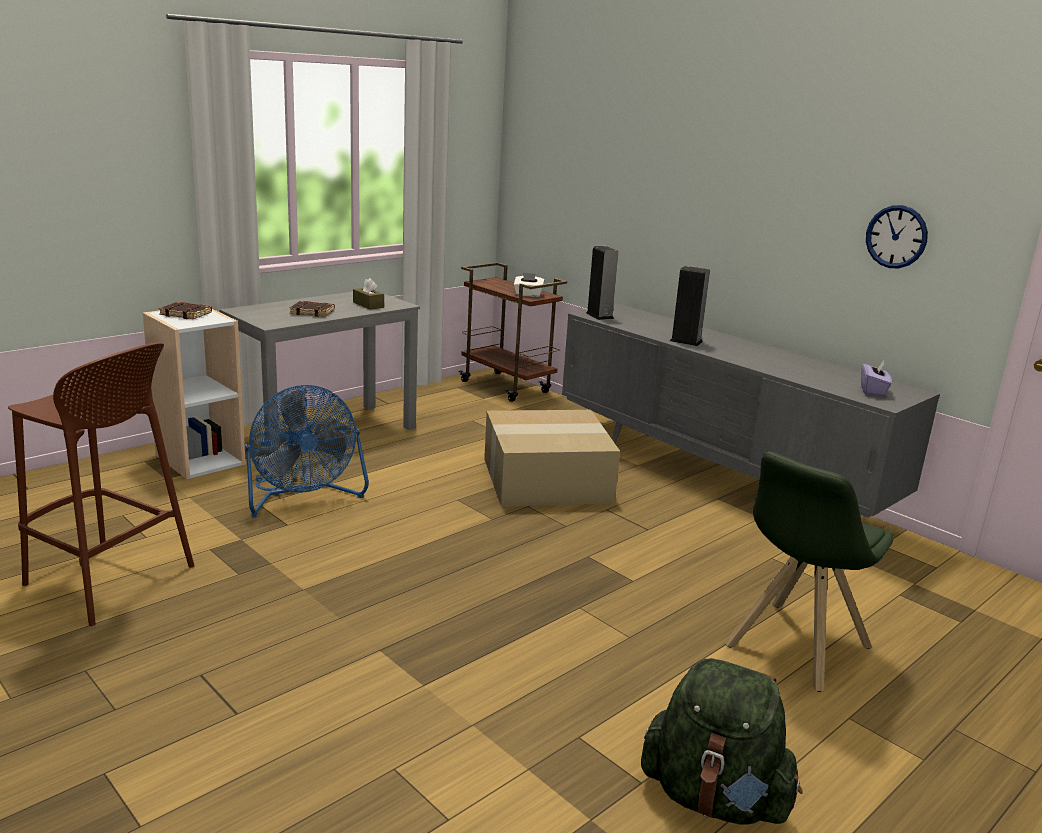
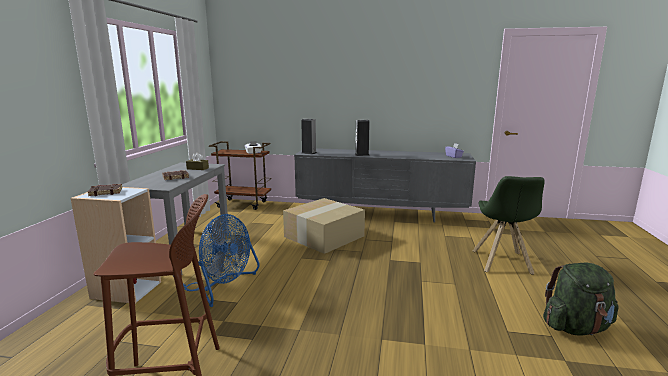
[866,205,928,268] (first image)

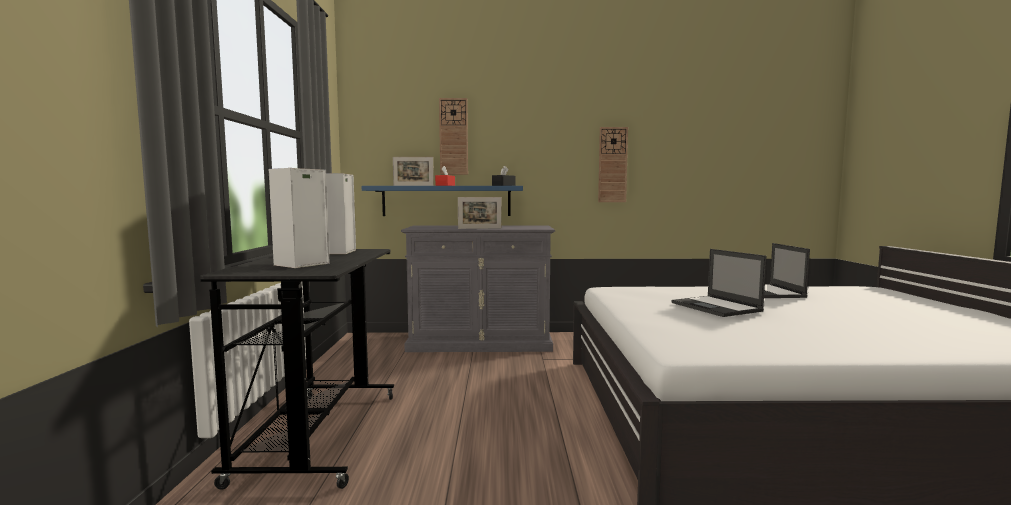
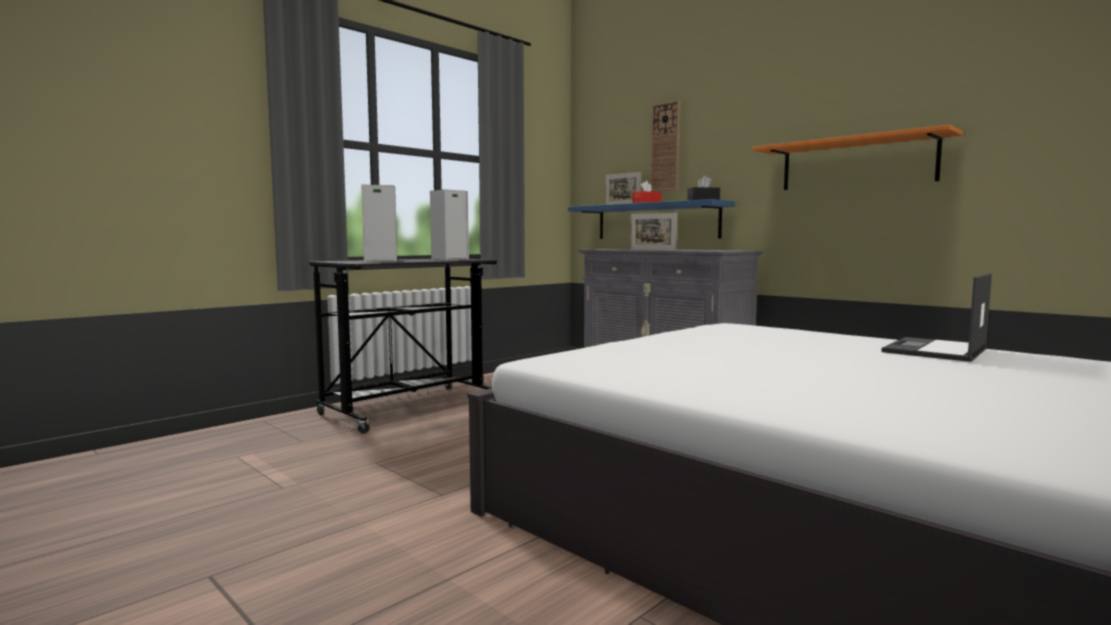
[671,249,766,317] (first image)
[752,125,963,190]

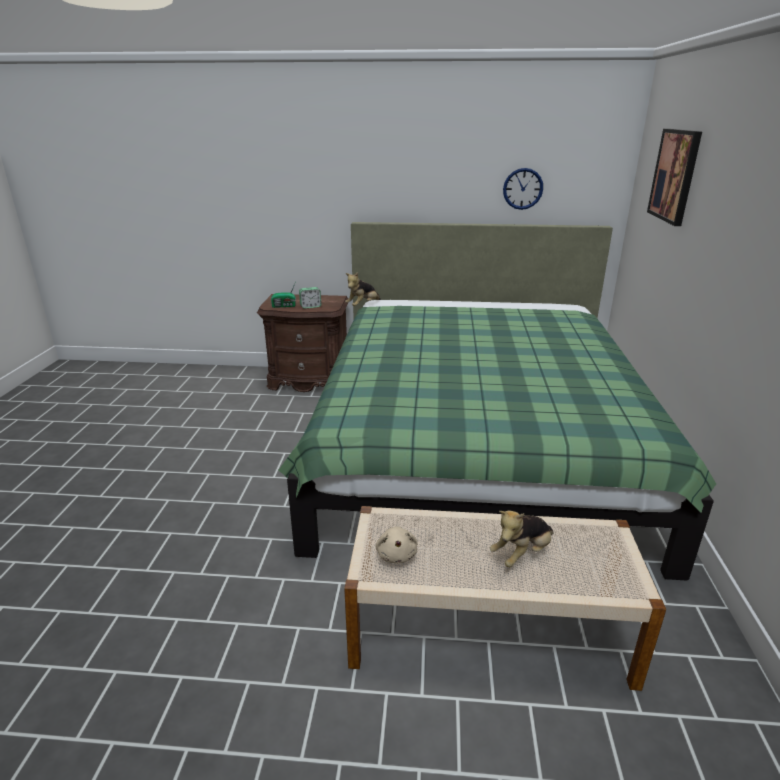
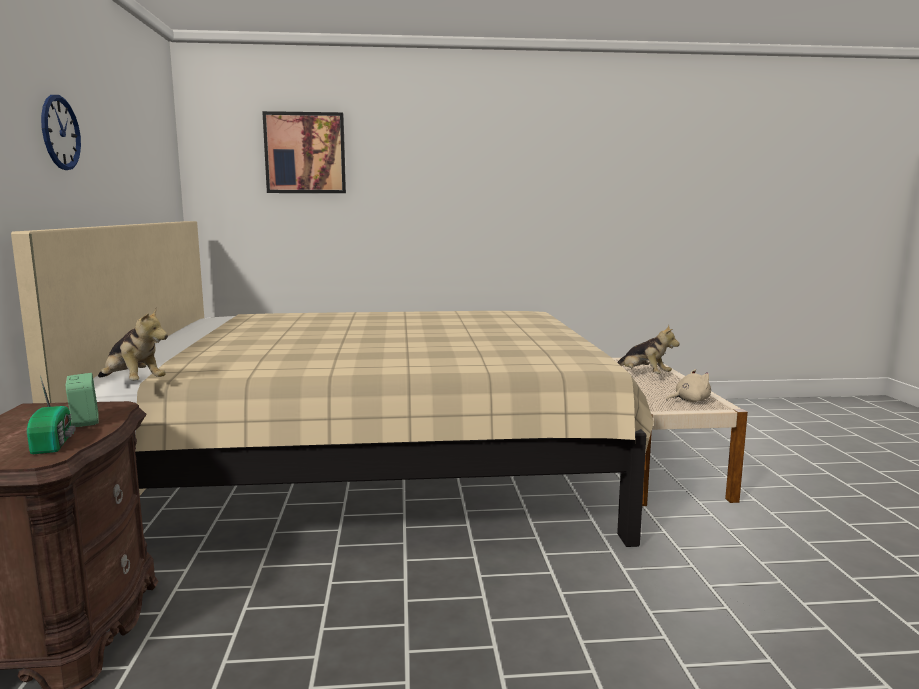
[41,95,81,170]
[11,221,654,547]

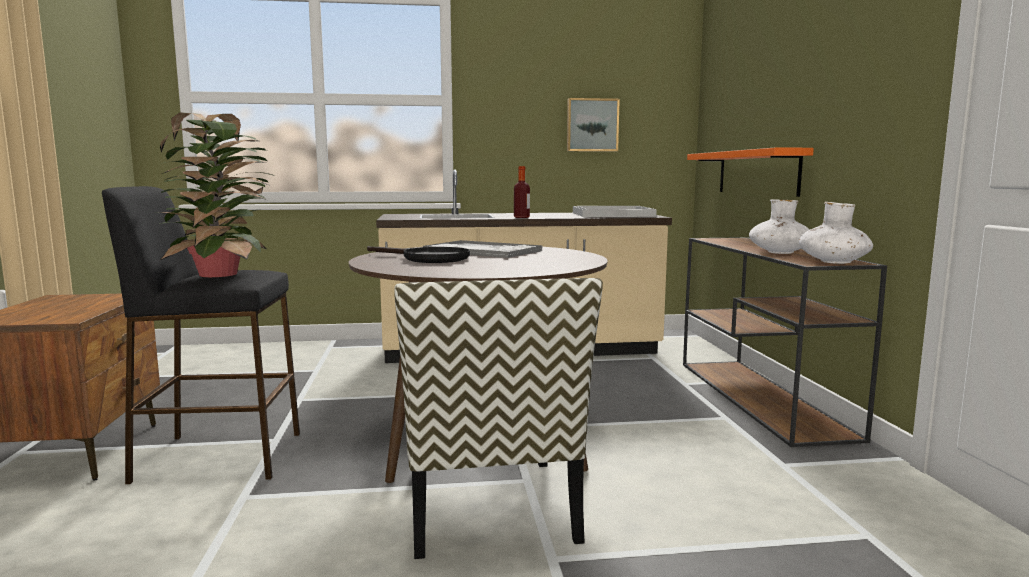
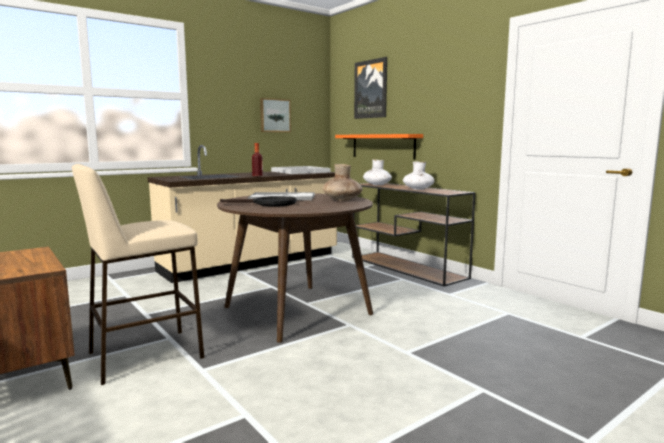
[157,113,272,277] (first image)
[394,278,603,559] (first image)
[323,164,363,201]
[354,57,387,119]
[363,159,392,185]
[72,164,204,385]

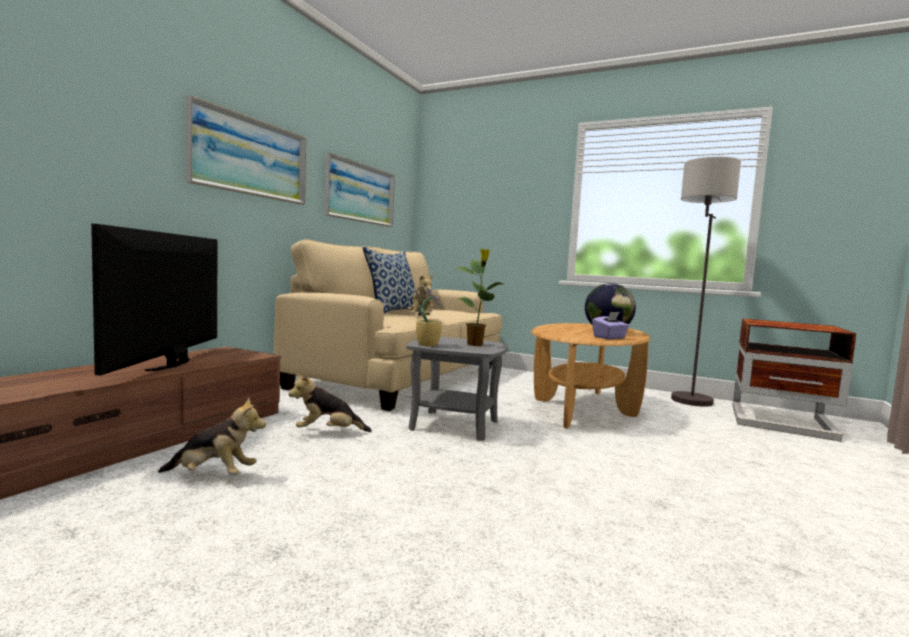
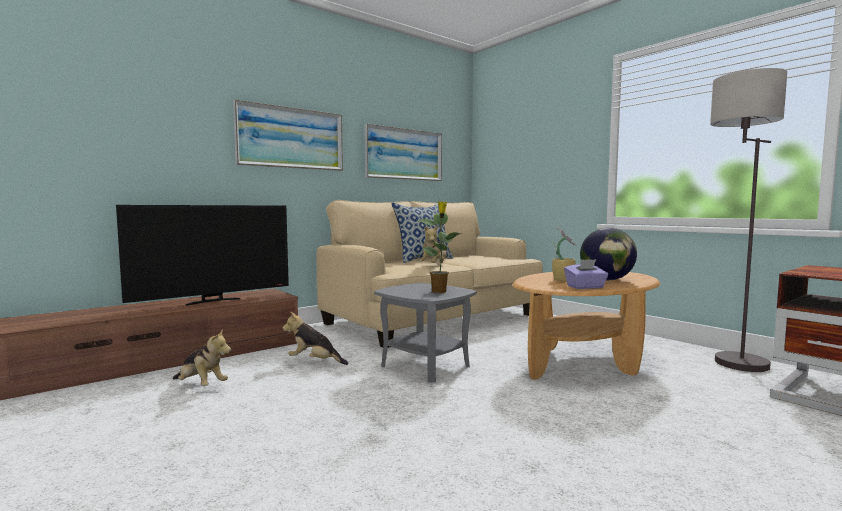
[552,227,577,281]
[116,205,289,306]

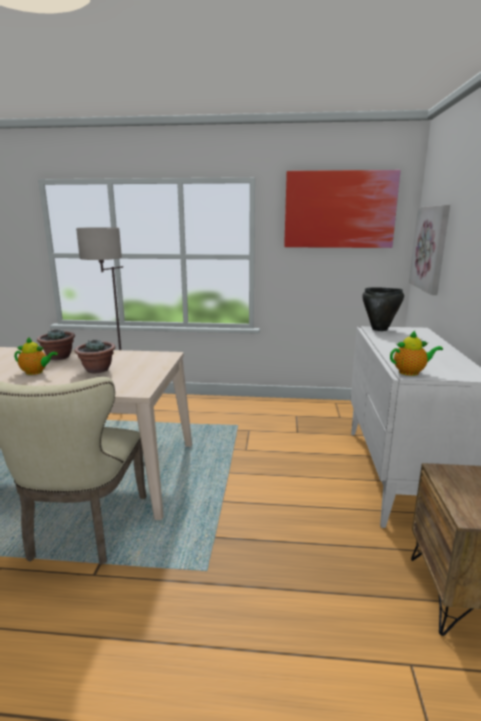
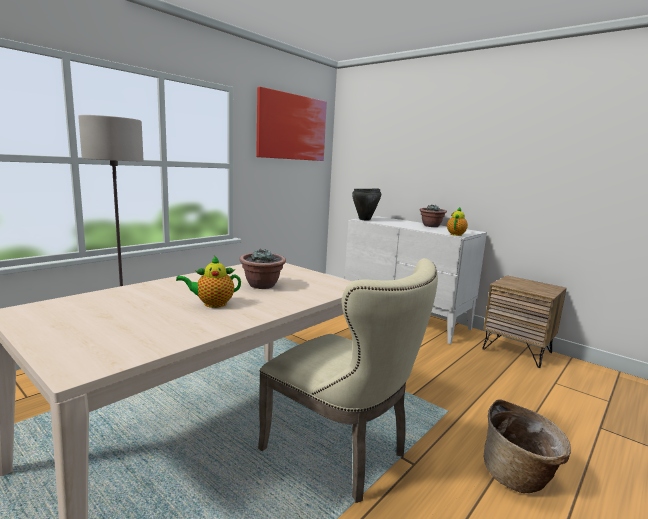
[409,205,450,295] (first image)
[484,399,571,493]
[420,204,447,227]
[176,256,241,308]

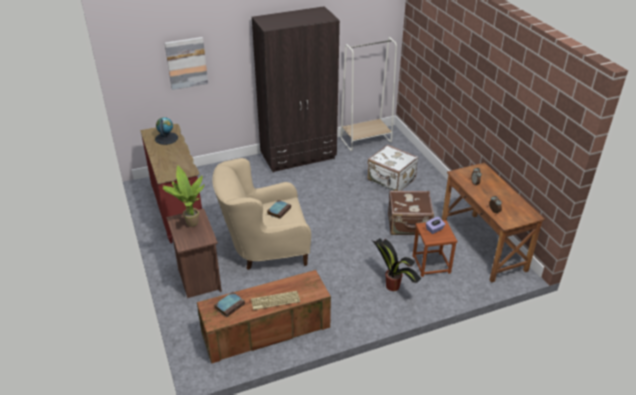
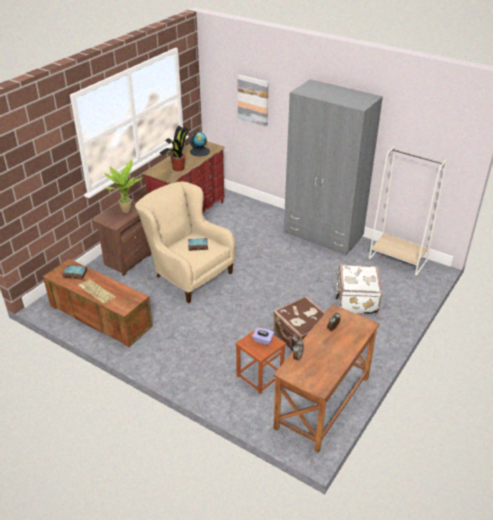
[160,125,192,171]
[284,79,383,256]

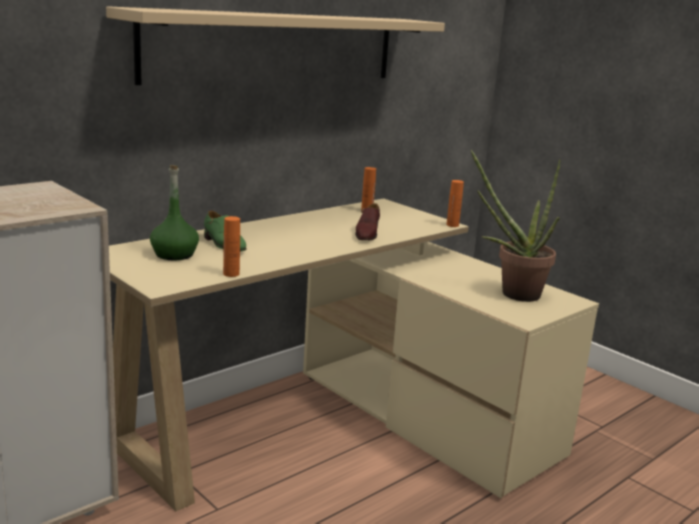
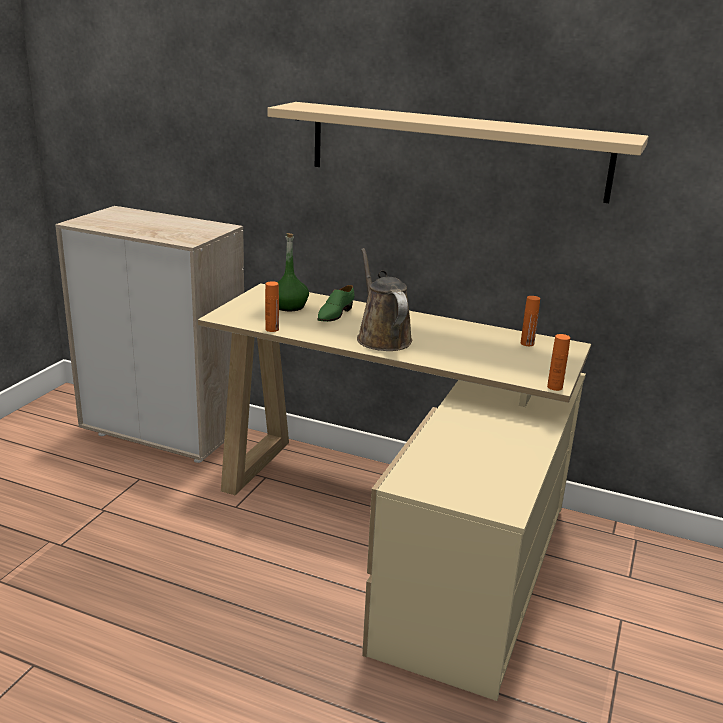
[355,203,380,240] (first image)
[471,150,560,302] (first image)
[357,248,413,351]

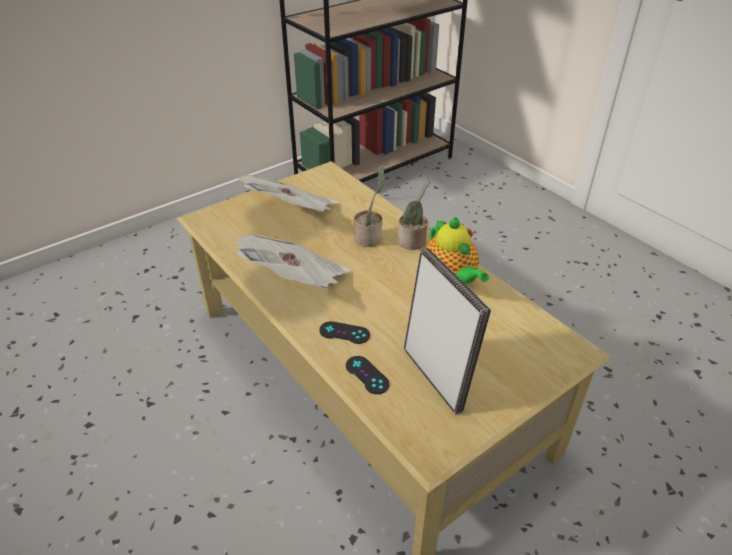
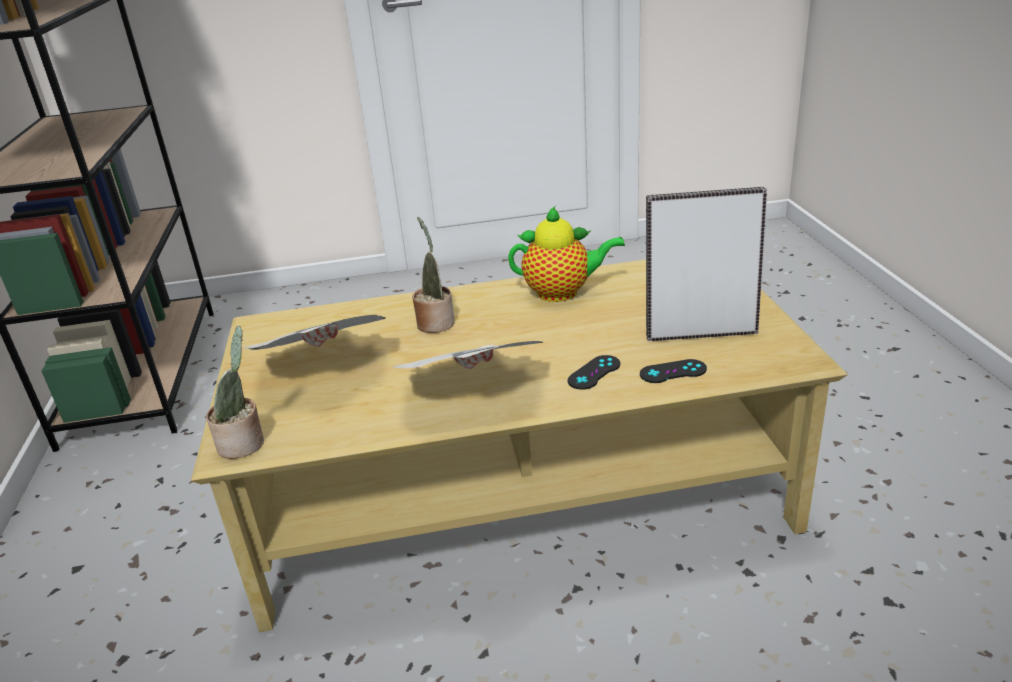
[206,326,264,459]

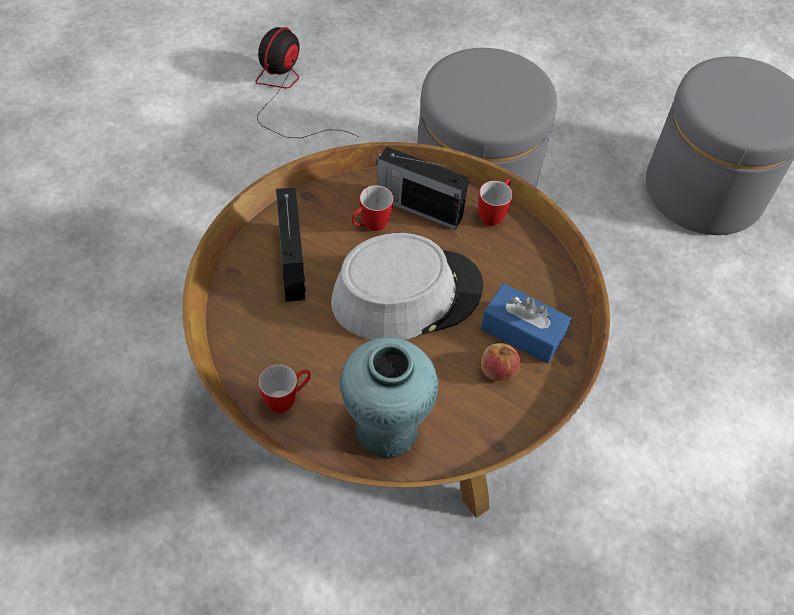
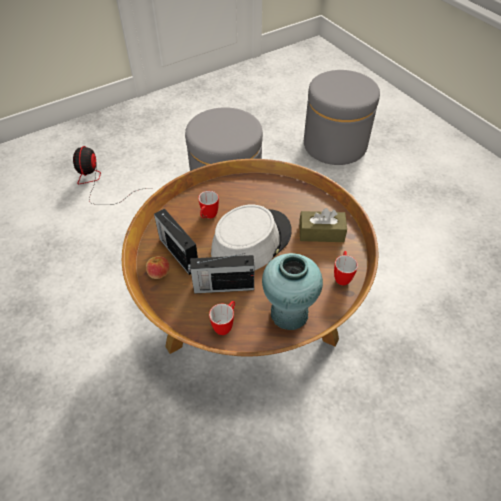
[188,253,254,294]
[334,251,358,285]
[146,256,170,279]
[299,208,347,242]

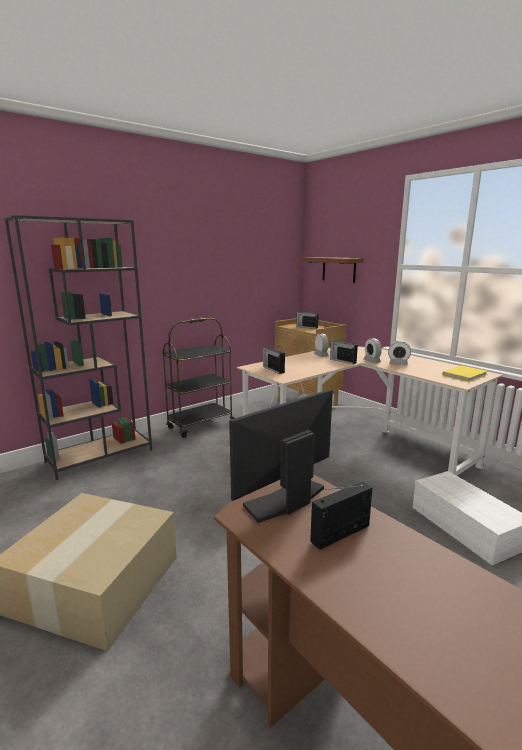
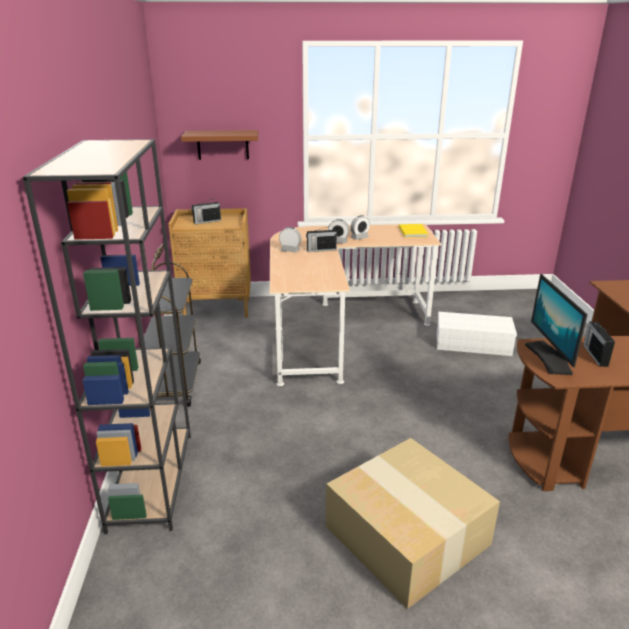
[263,346,285,374] (first image)

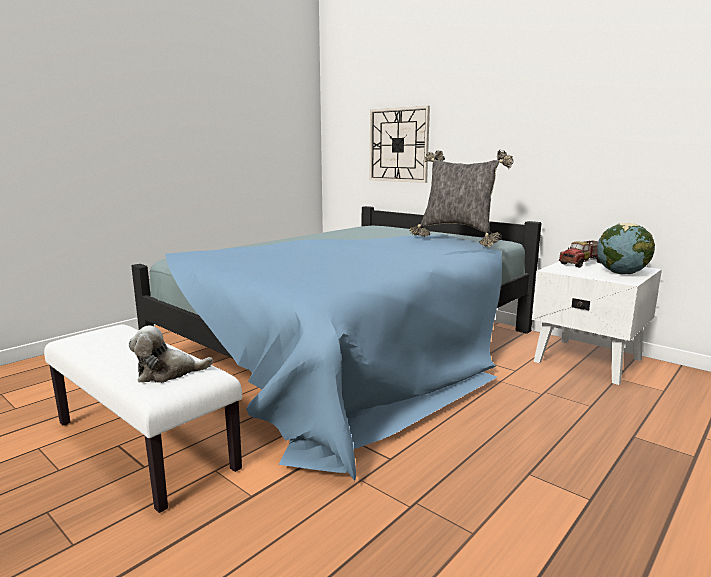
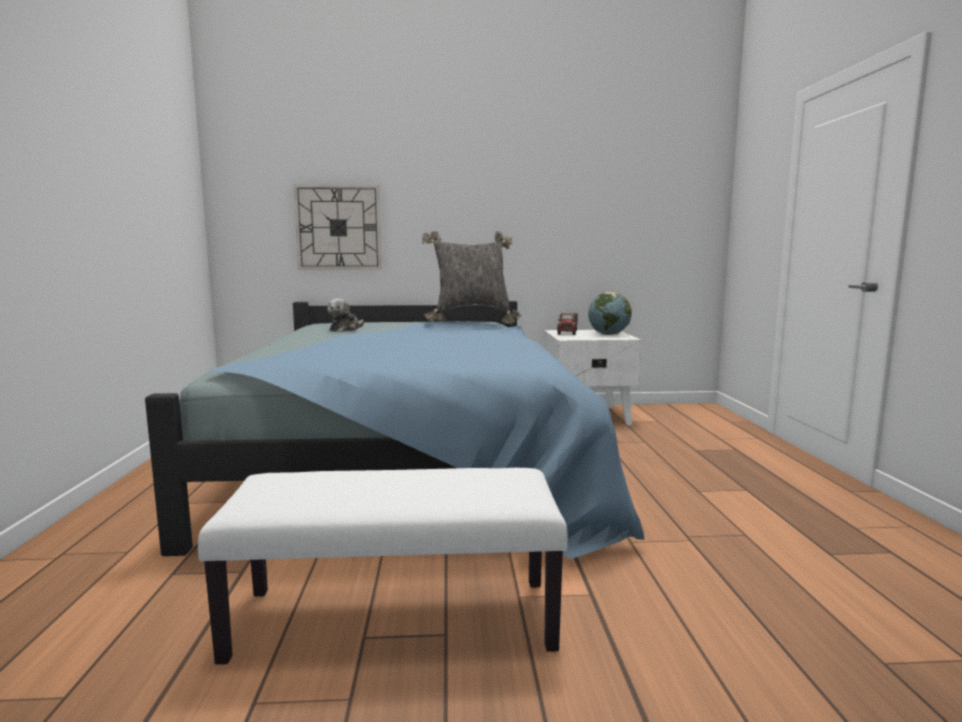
[327,299,364,332]

